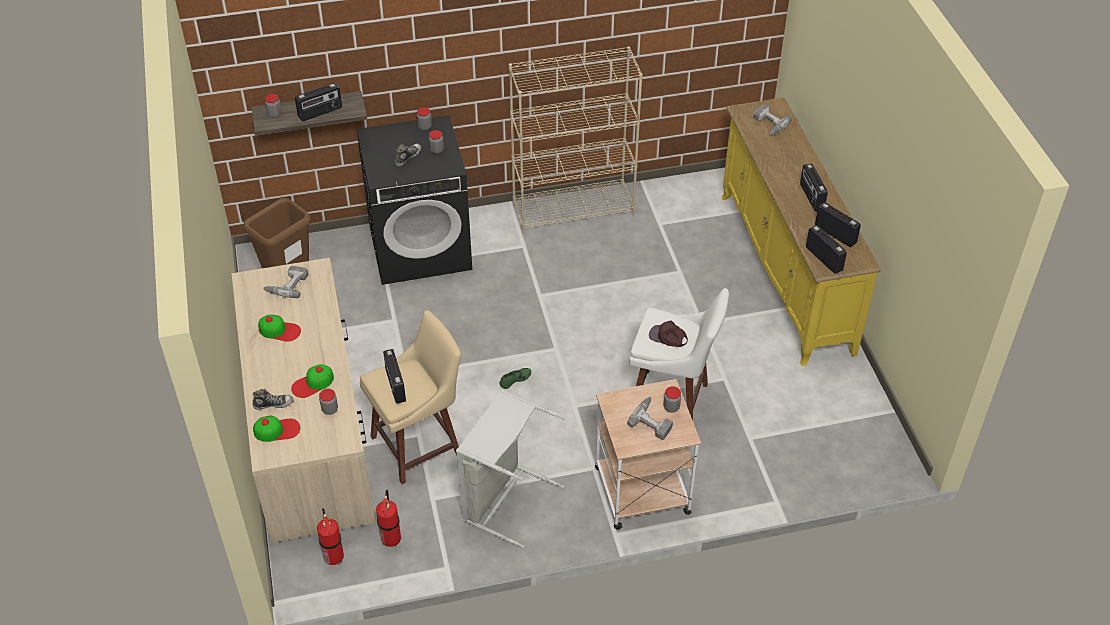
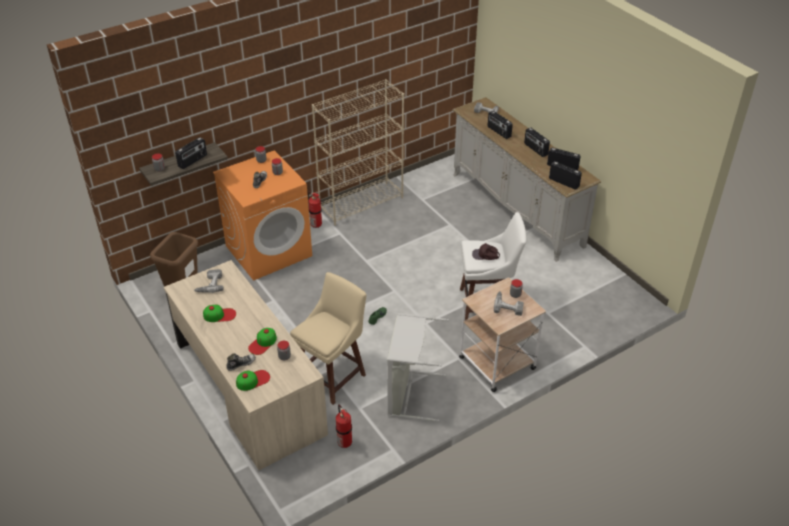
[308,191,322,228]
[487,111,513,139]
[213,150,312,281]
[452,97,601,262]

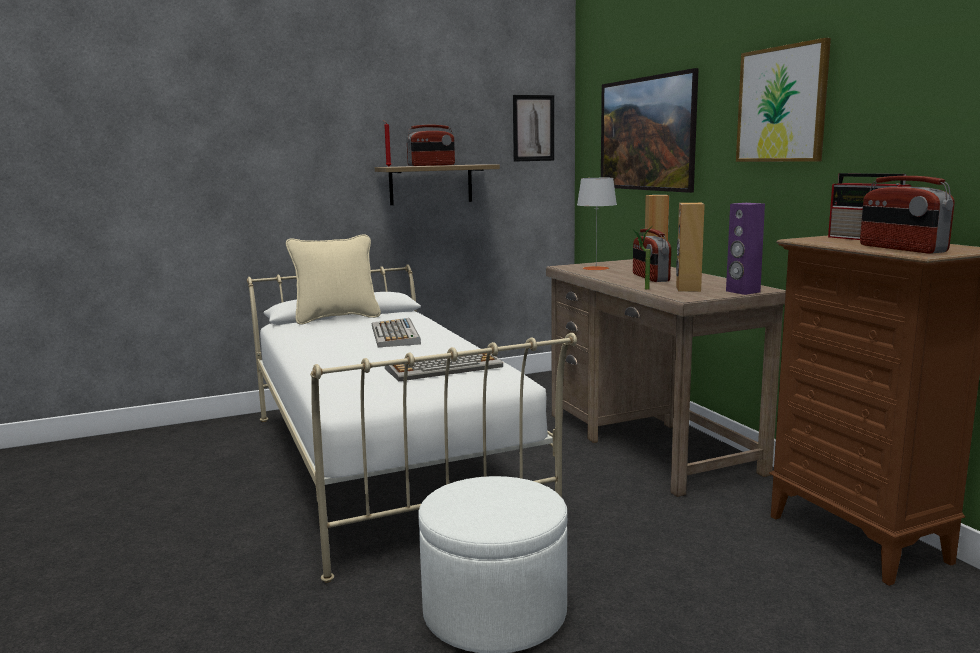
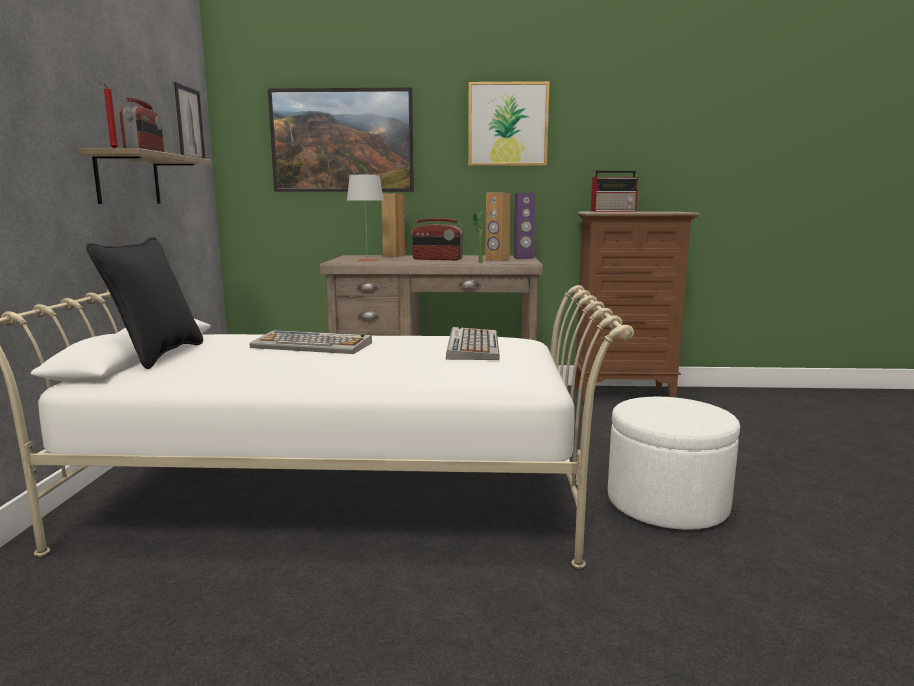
[860,176,955,254] (first image)
[86,237,203,369]

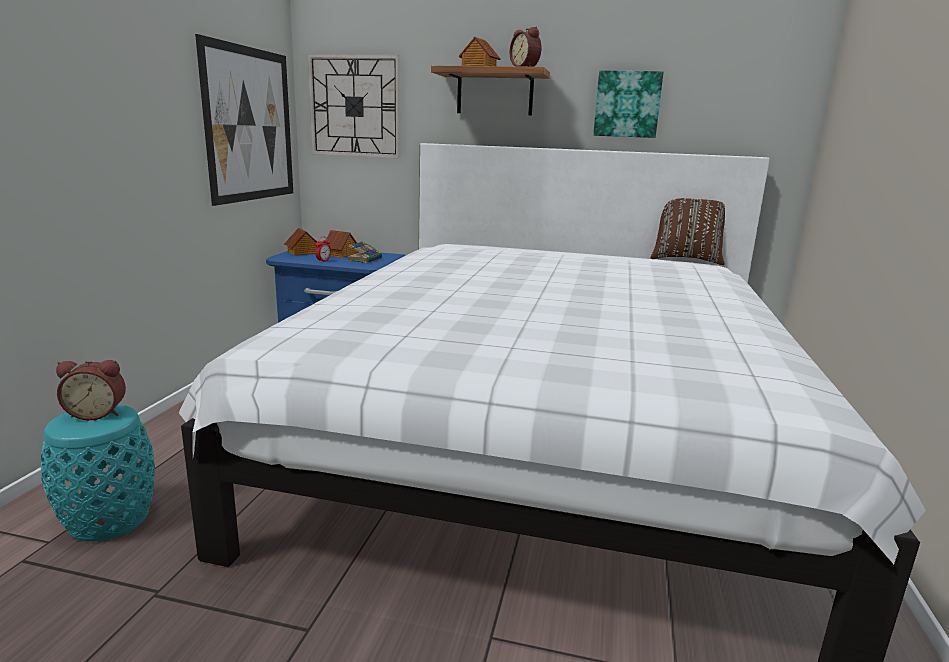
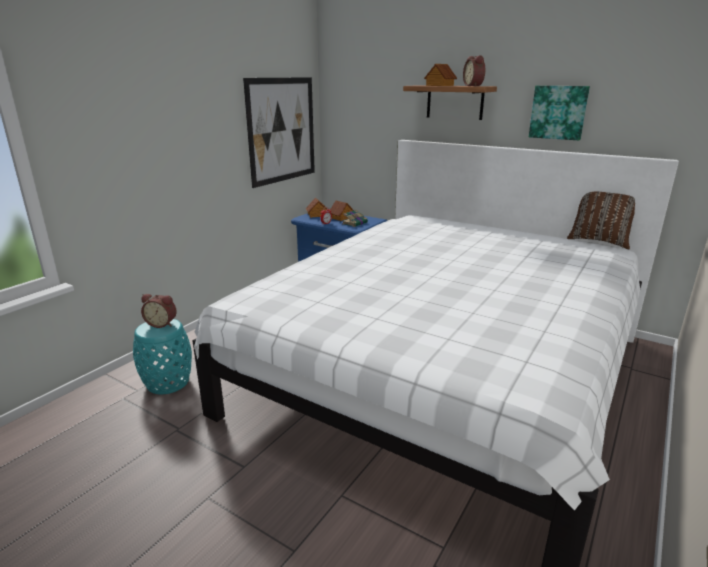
[307,54,400,158] (first image)

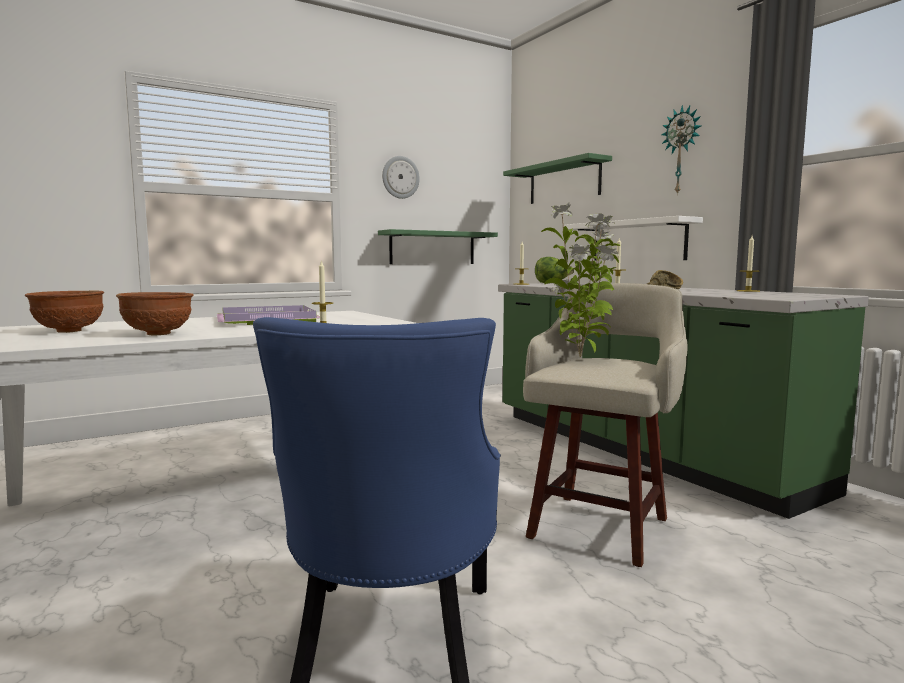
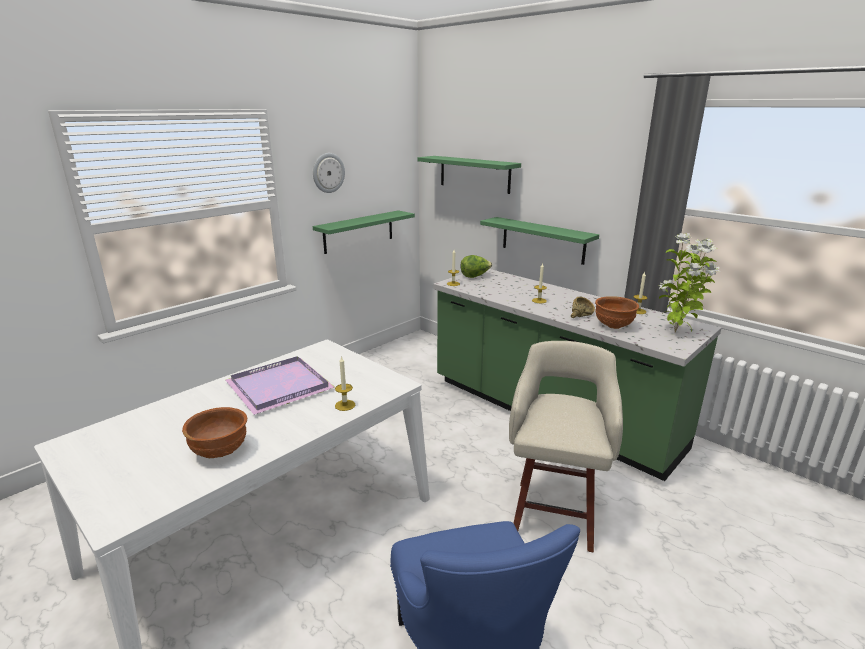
[661,105,701,195] (first image)
[595,296,639,329]
[659,233,720,333]
[480,217,599,265]

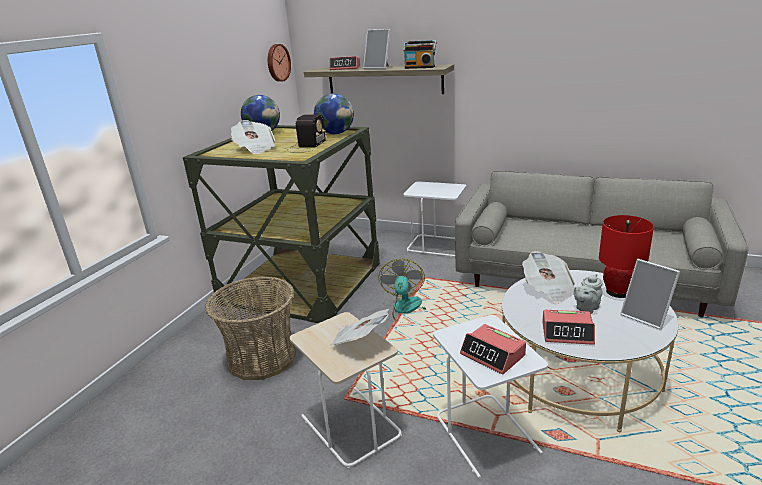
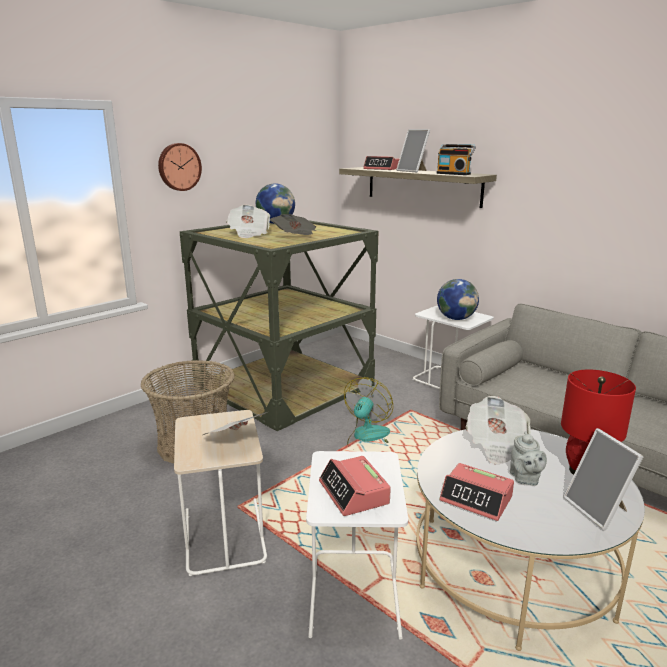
[158,143,202,191]
[437,279,479,320]
[270,214,317,235]
[510,431,547,486]

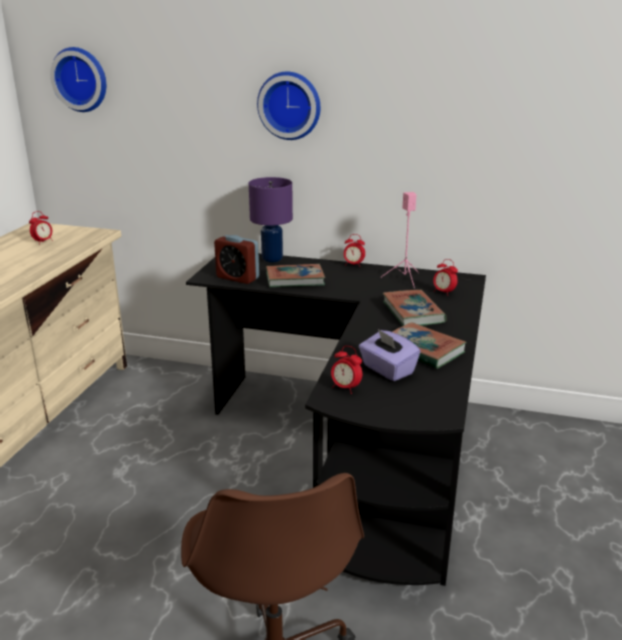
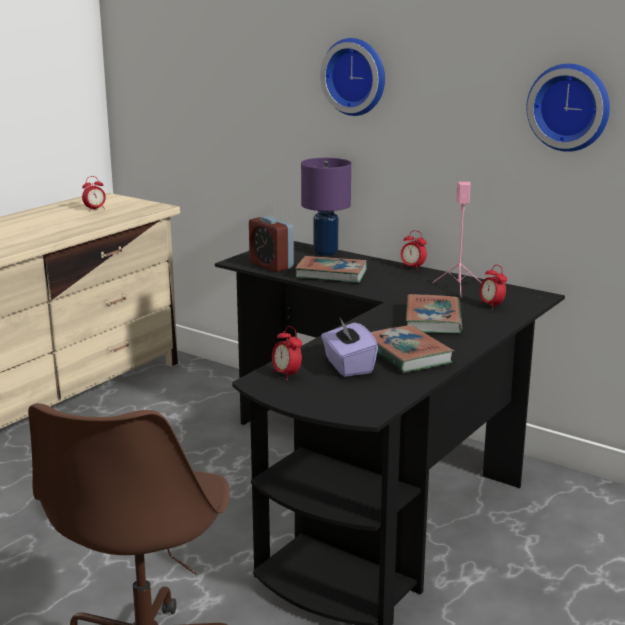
[527,64,610,152]

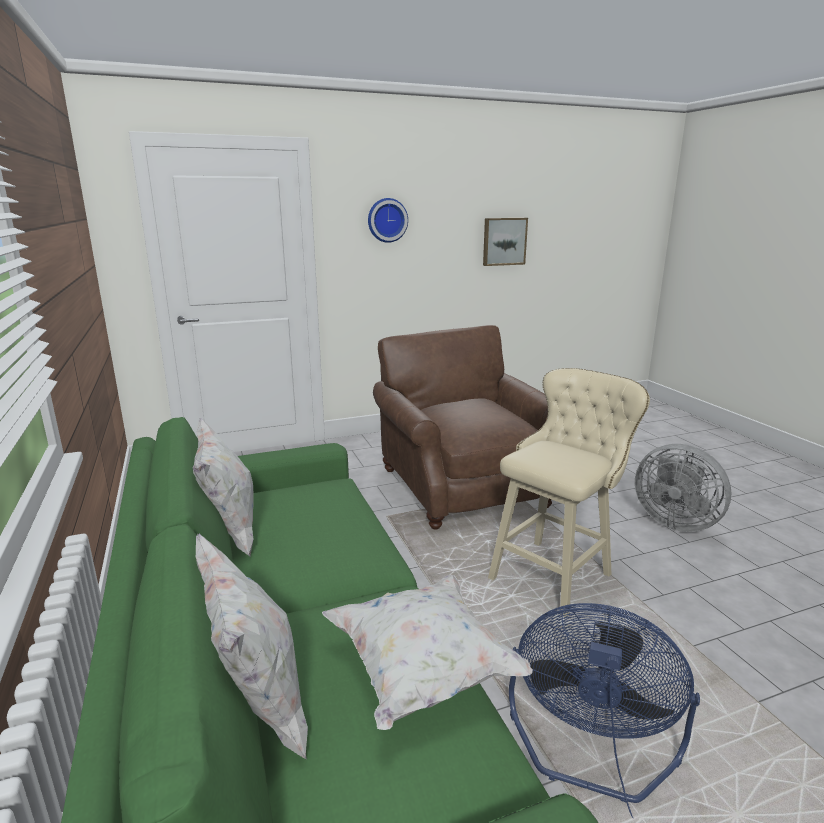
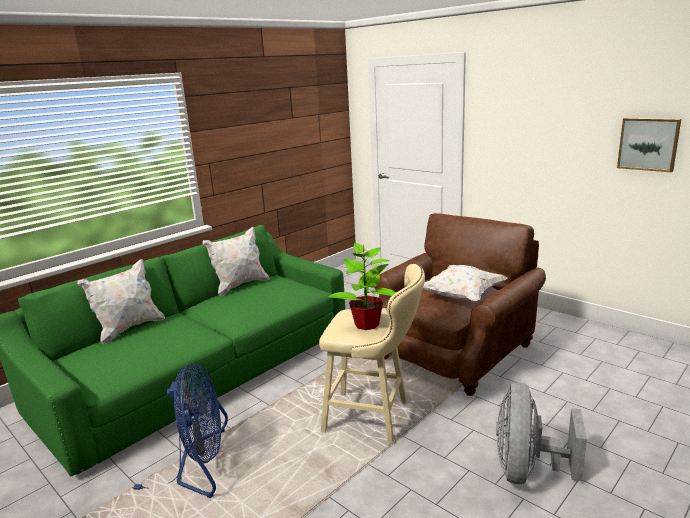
[368,198,408,243] (first image)
[328,243,396,330]
[423,265,508,302]

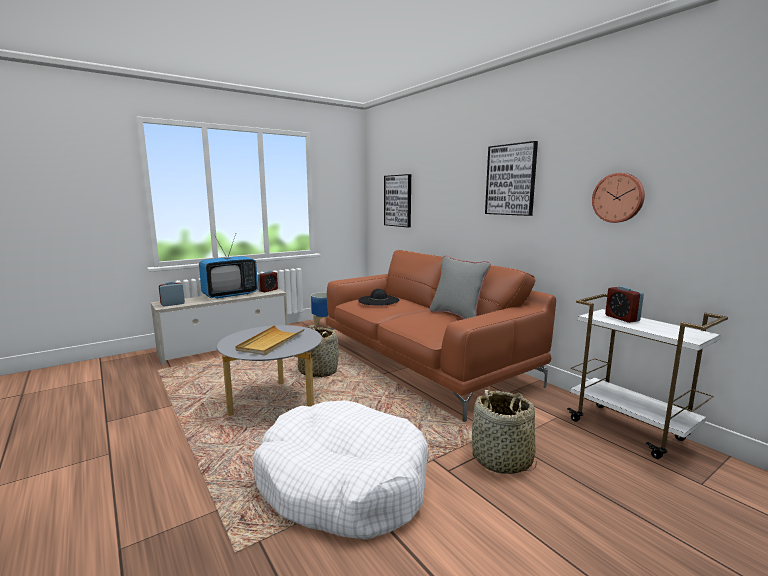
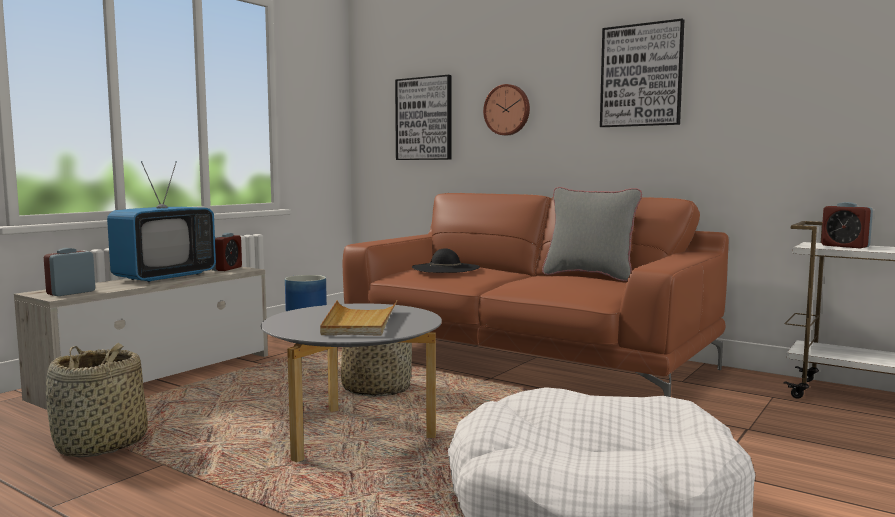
[46,343,148,457]
[483,84,530,136]

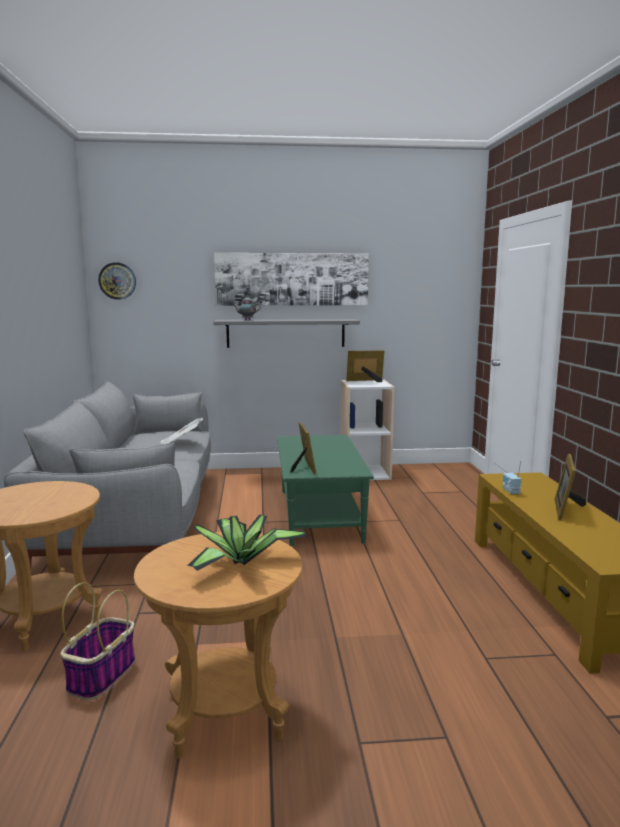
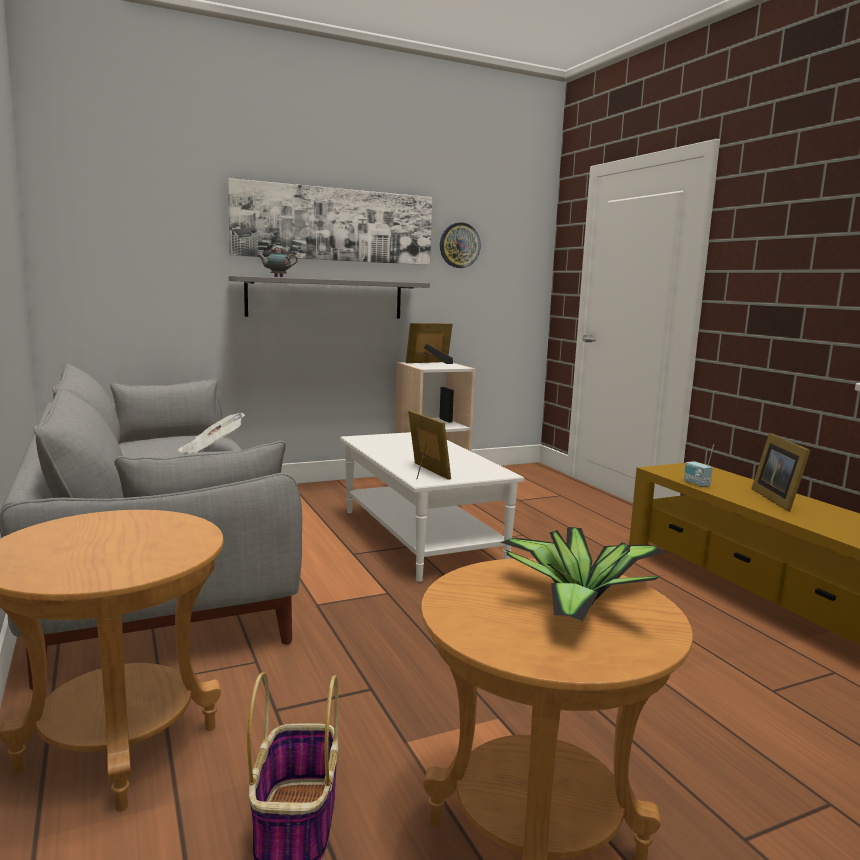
[440,222,481,268]
[340,432,524,583]

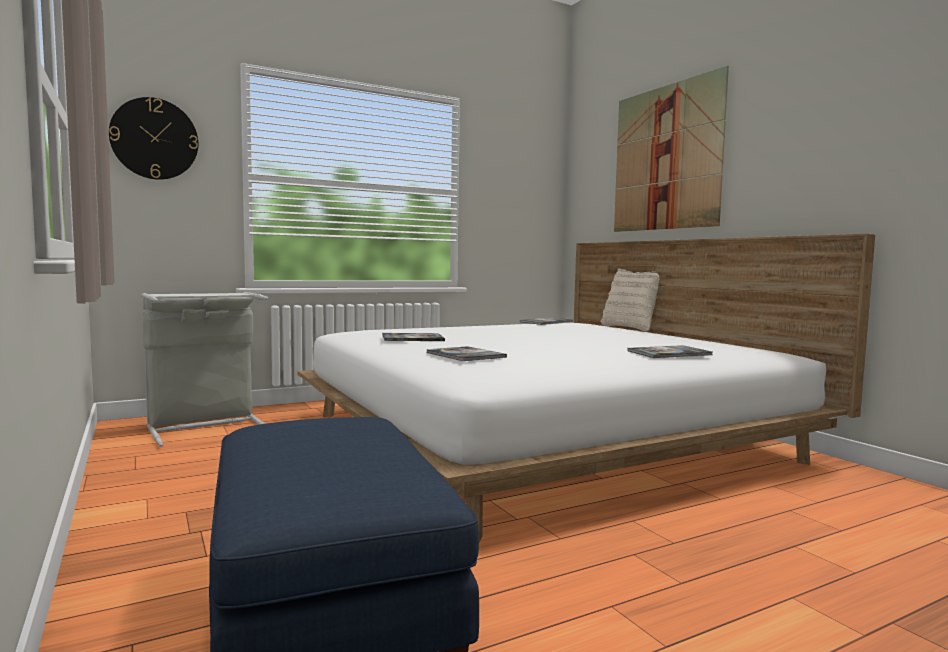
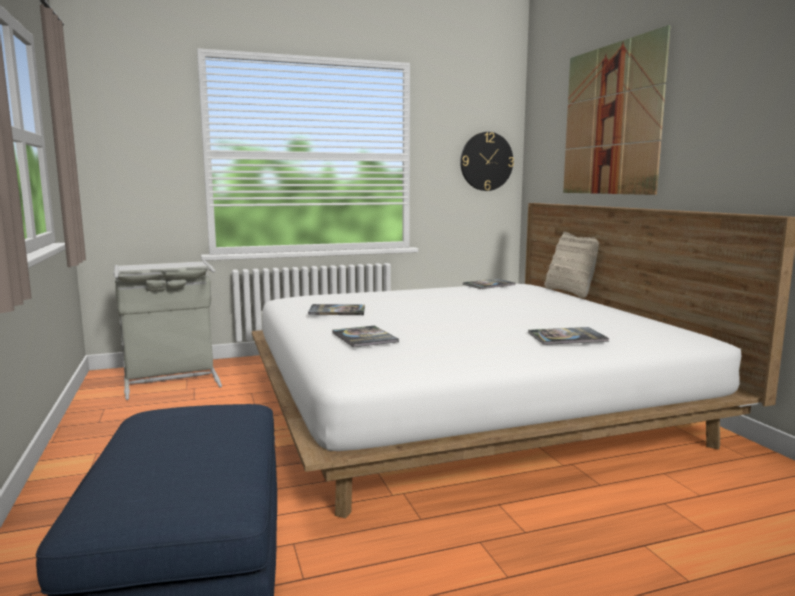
[460,132,514,191]

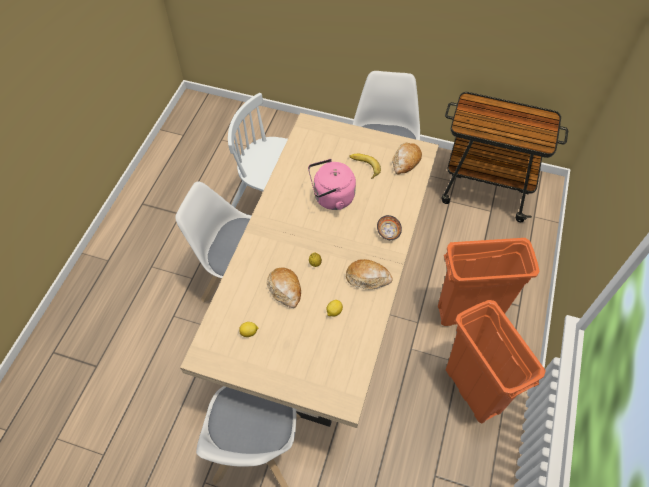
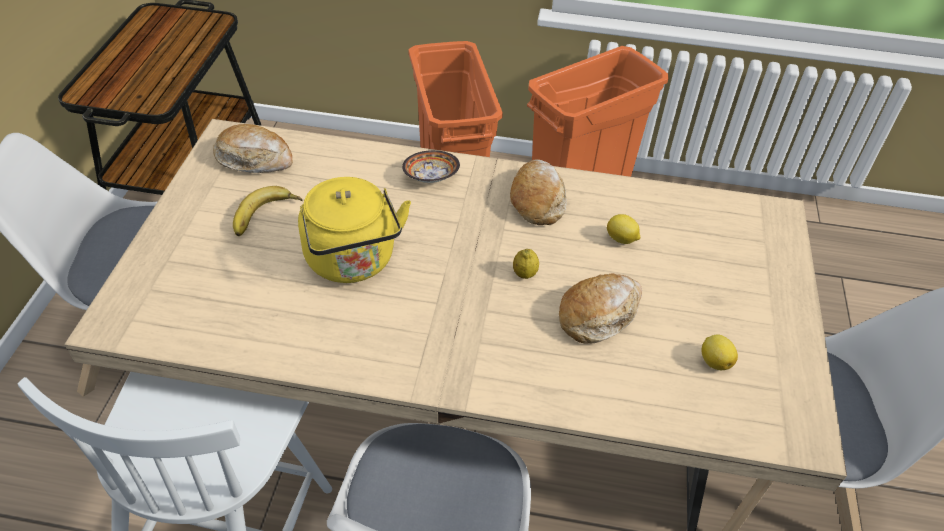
[298,177,411,283]

